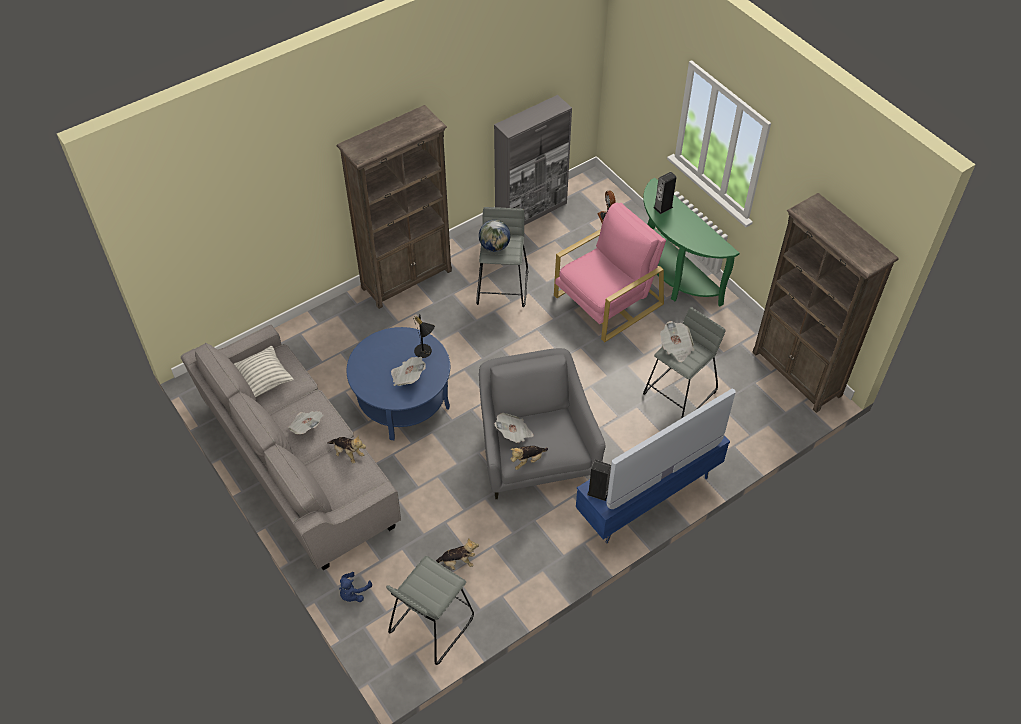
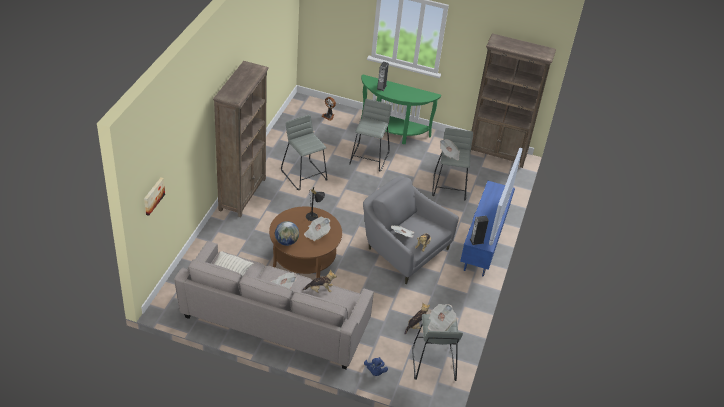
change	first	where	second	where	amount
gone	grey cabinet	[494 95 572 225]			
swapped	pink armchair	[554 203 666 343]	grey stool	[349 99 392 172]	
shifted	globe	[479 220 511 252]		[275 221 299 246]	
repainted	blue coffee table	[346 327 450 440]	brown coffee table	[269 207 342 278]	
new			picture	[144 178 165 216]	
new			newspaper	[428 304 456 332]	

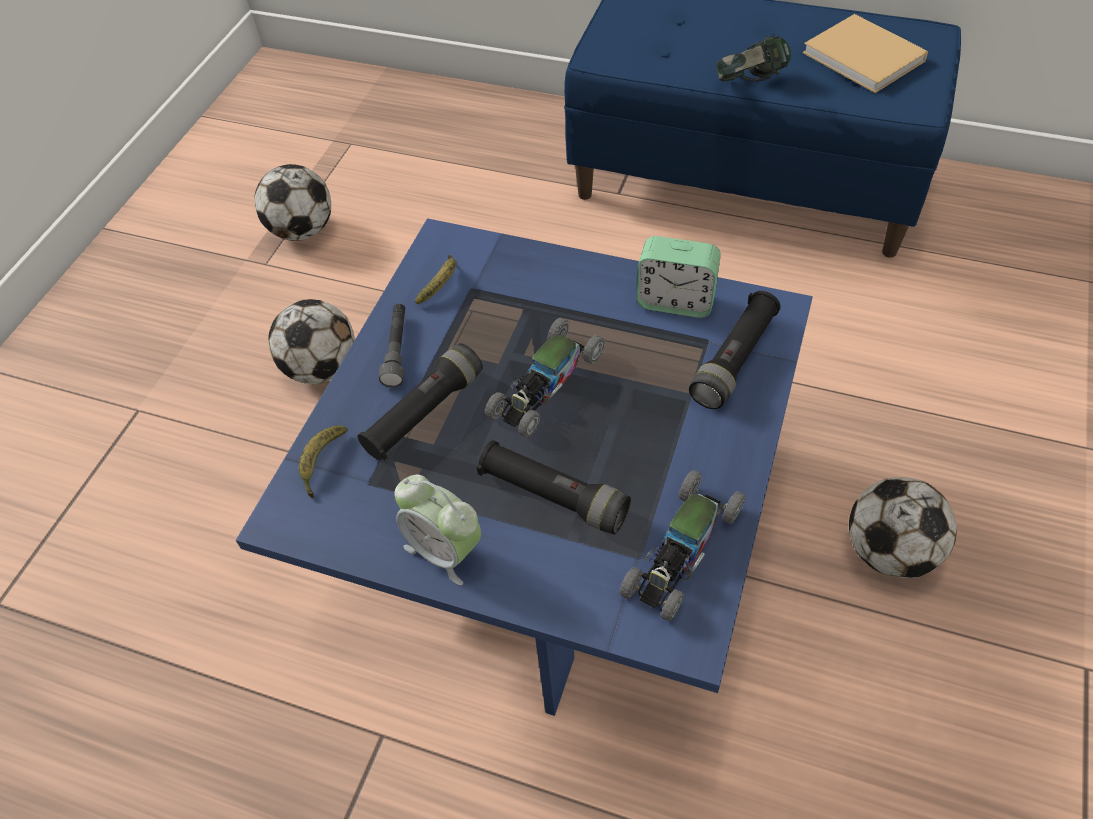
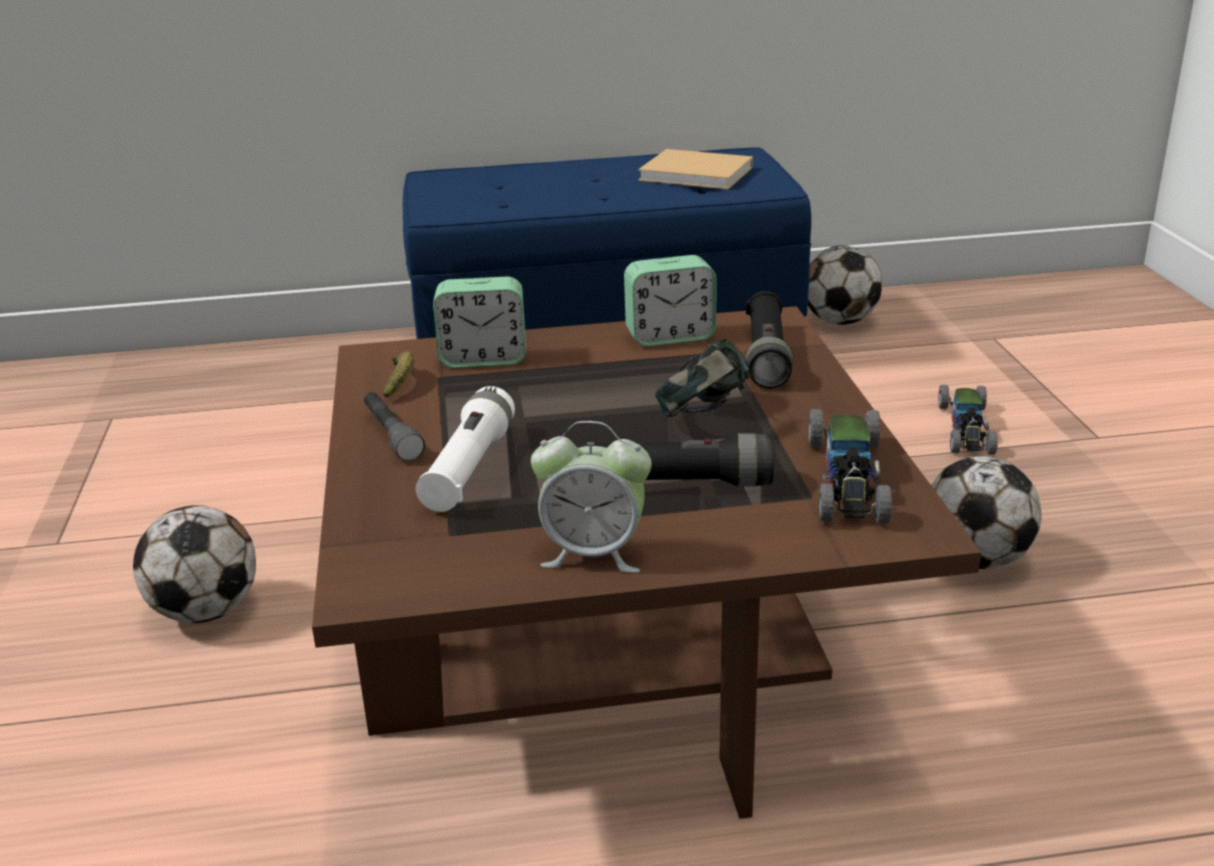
change	first	where	second	where	amount
shifted	headphones	[716 36 791 81]		[655 338 752 418]	
shifted	football	[255 164 331 241]		[808 245 882 325]	
repainted	blue coffee table	[236 218 813 716]	brown coffee table	[312 306 981 819]	
shifted	toy car	[485 318 605 438]		[938 385 998 455]	
repainted	black flashlight	[358 343 483 461]	white flashlight	[416 386 515 512]	
gone	banana	[299 425 348 498]			
new			alarm clock	[433 277 526 368]	

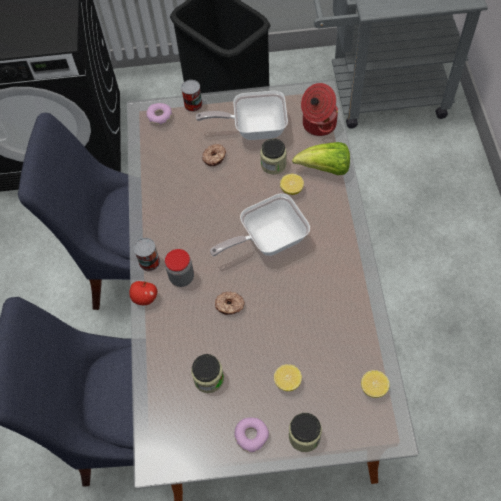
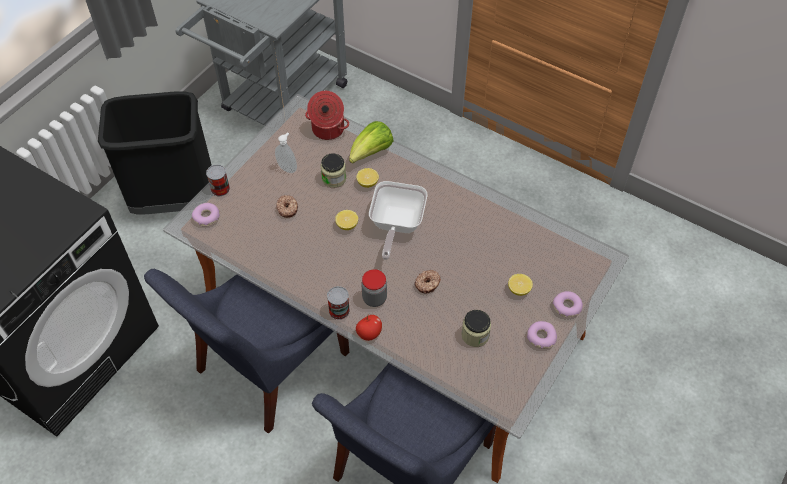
change	first	where	second	where	amount
swapped	frying pan	[196 91 288 140]	soap dispenser	[275 132 297 173]	
shifted	lemon	[361 370 389 398]		[335 210 358 230]	
swapped	jar	[289 413 322 452]	donut	[553 291 583 318]	

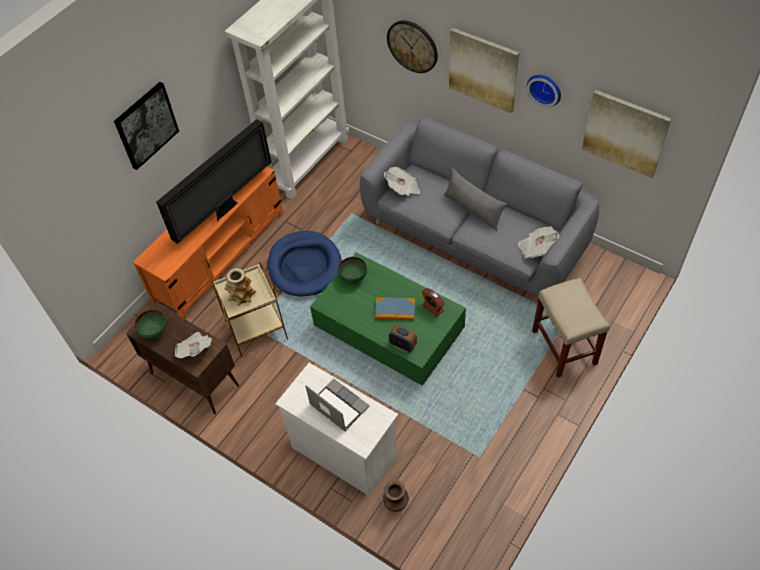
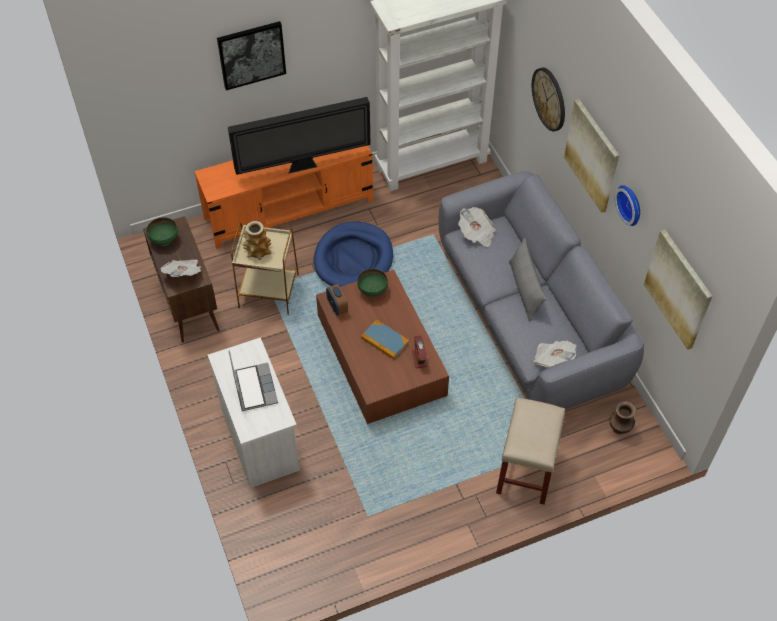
change	first	where	second	where	amount
repainted	green coffee table	[310 252 466 386]	brown coffee table	[316 270 449 424]	
shifted	alarm clock	[389 325 417 353]		[326 284 348 316]	
shifted	brown vase	[383 480 409 512]		[609 401 636 434]	

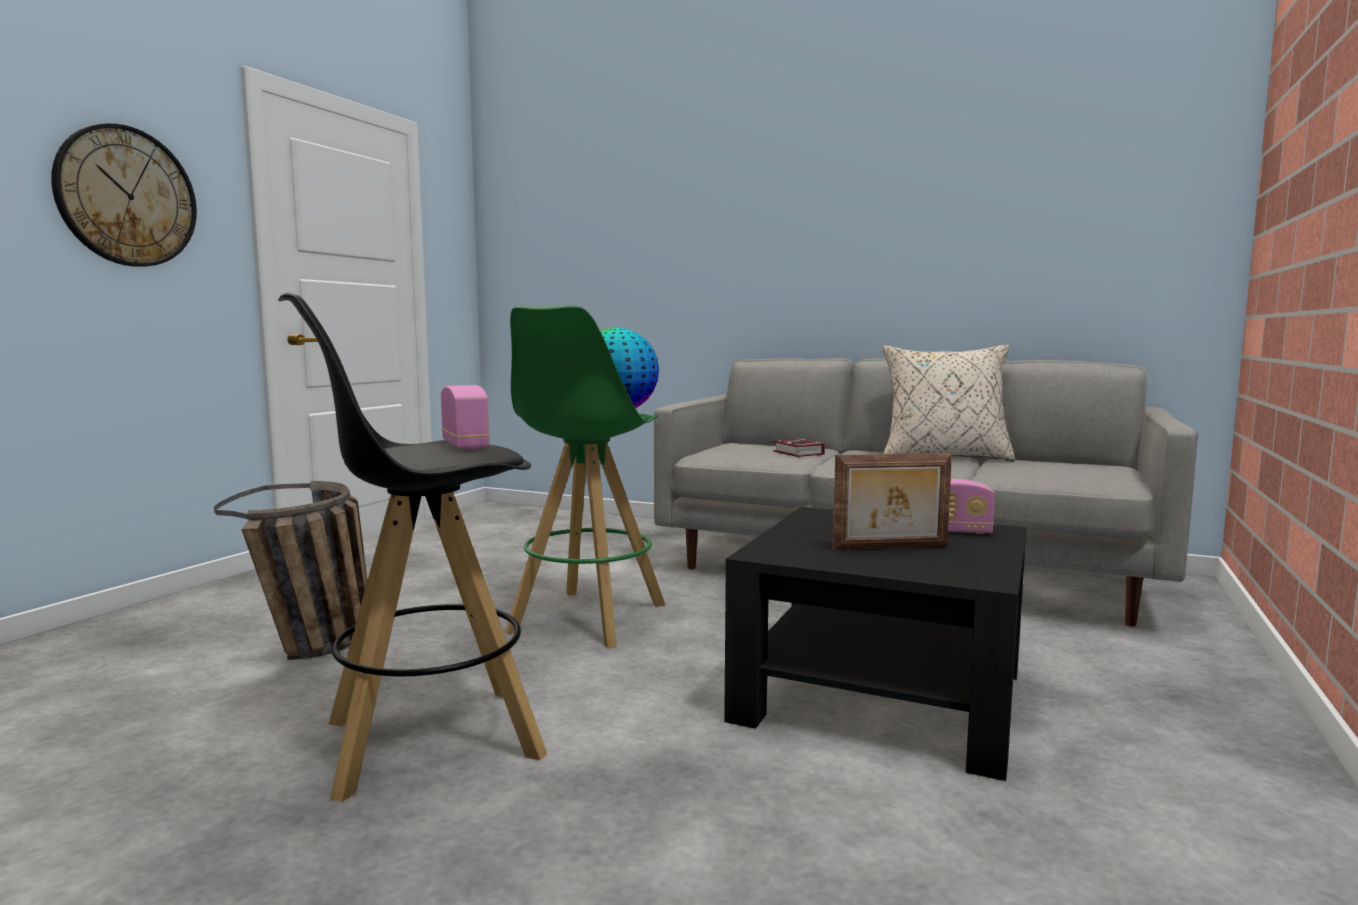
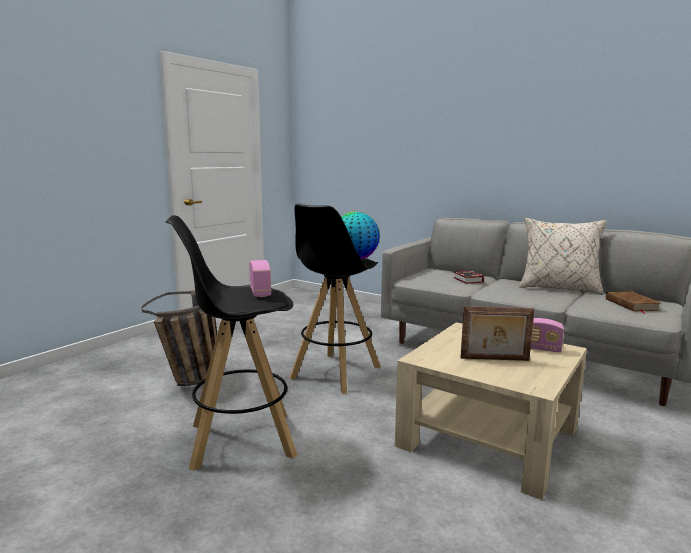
change	first	where	second	where	amount
gone	wall clock	[51 123 197 267]			
repainted	green stool	[505 305 666 649]	black stool	[290 204 380 394]	
repainted	black coffee table	[724 507 1027 781]	beige coffee table	[395 322 587 500]	
new			brown book	[606 291 661 314]	

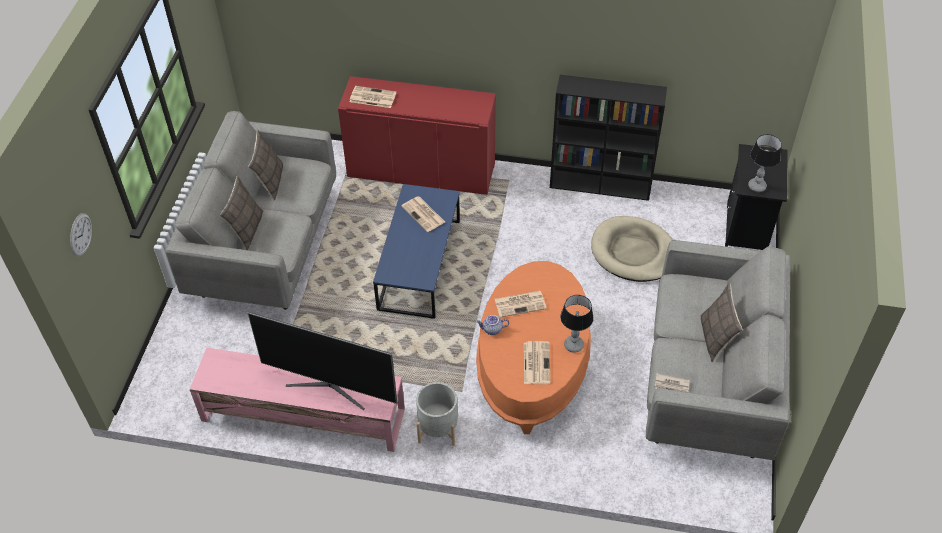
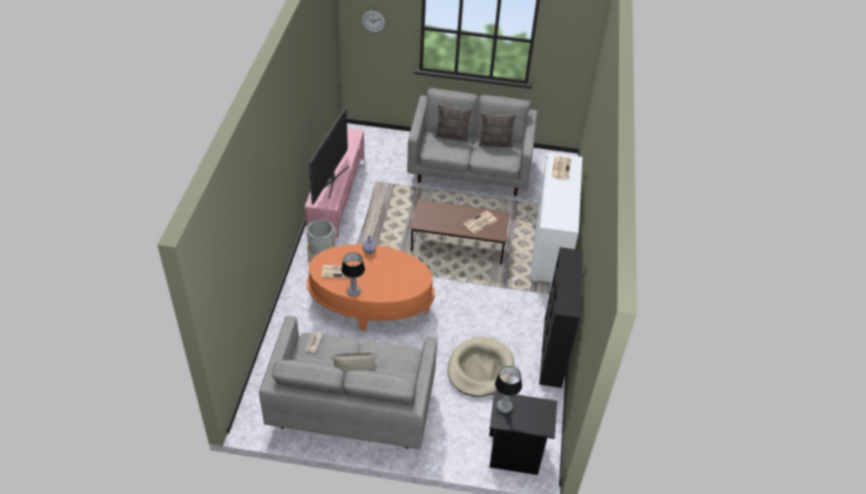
change	first	where	second	where	amount
repainted	red cabinet	[338 76 496 195]	white cabinet	[530 152 582 282]	
repainted	blue coffee table	[373 184 460 319]	brown coffee table	[411 199 510 264]	
gone	newspaper	[495 291 547 318]			

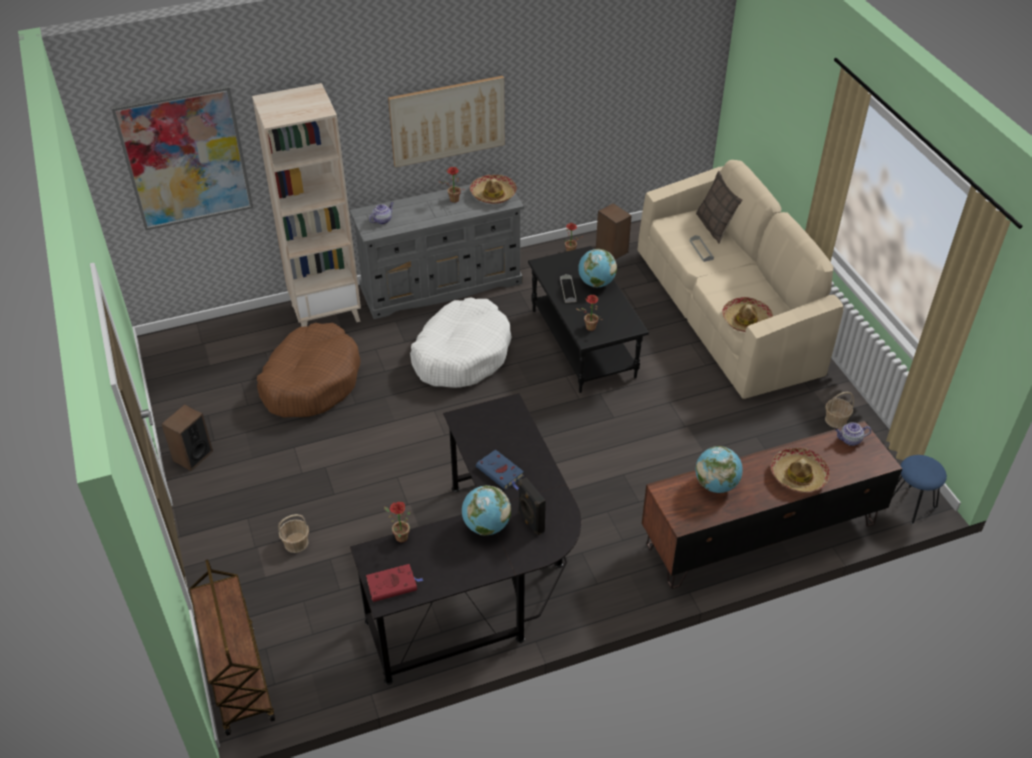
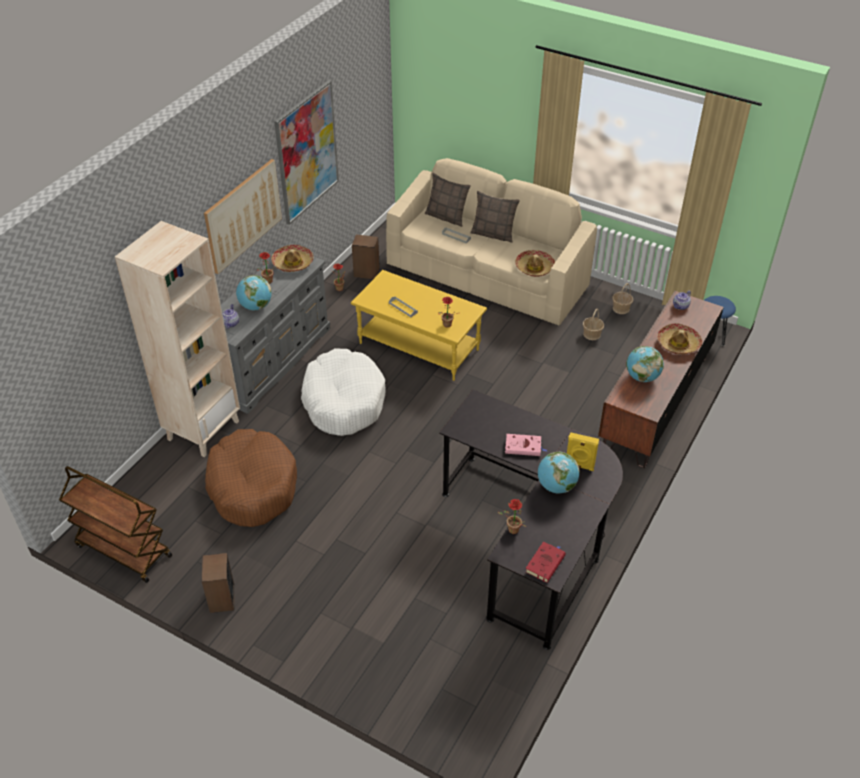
change	first	where	second	where	amount
shifted	picture	[111 86 253 230]		[274 80 339 225]	
repainted	black coffee table	[528 246 649 393]	yellow coffee table	[351 270 487 381]	
shifted	globe	[578 249 617 287]		[236 275 272 310]	
repainted	blue book	[476 449 524 490]	pink book	[505 434 548 456]	
repainted	black speaker	[518 477 546 535]	yellow speaker	[567 432 599 471]	
shifted	basket	[278 514 309 553]		[583 309 604 340]	
shifted	brown cart	[189 559 275 736]		[59 466 172 583]	
new			pillow	[470 191 520 243]	

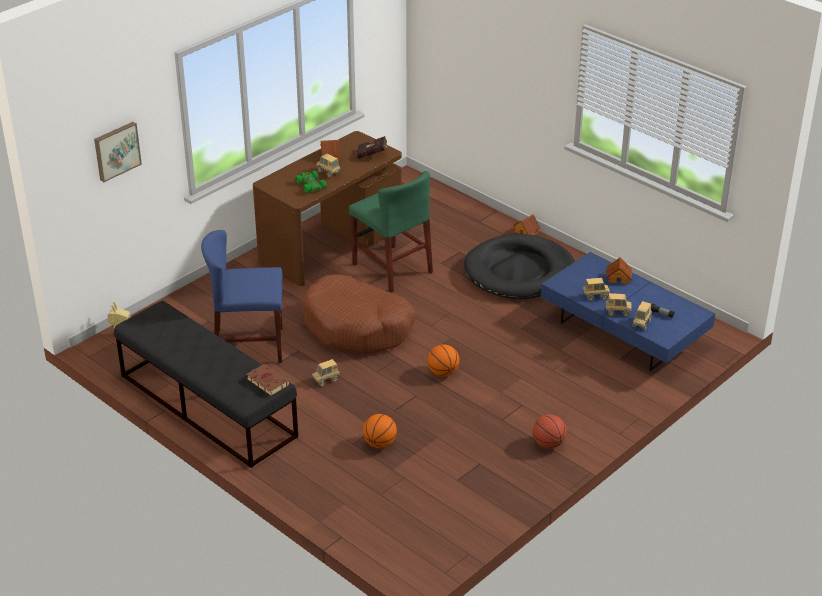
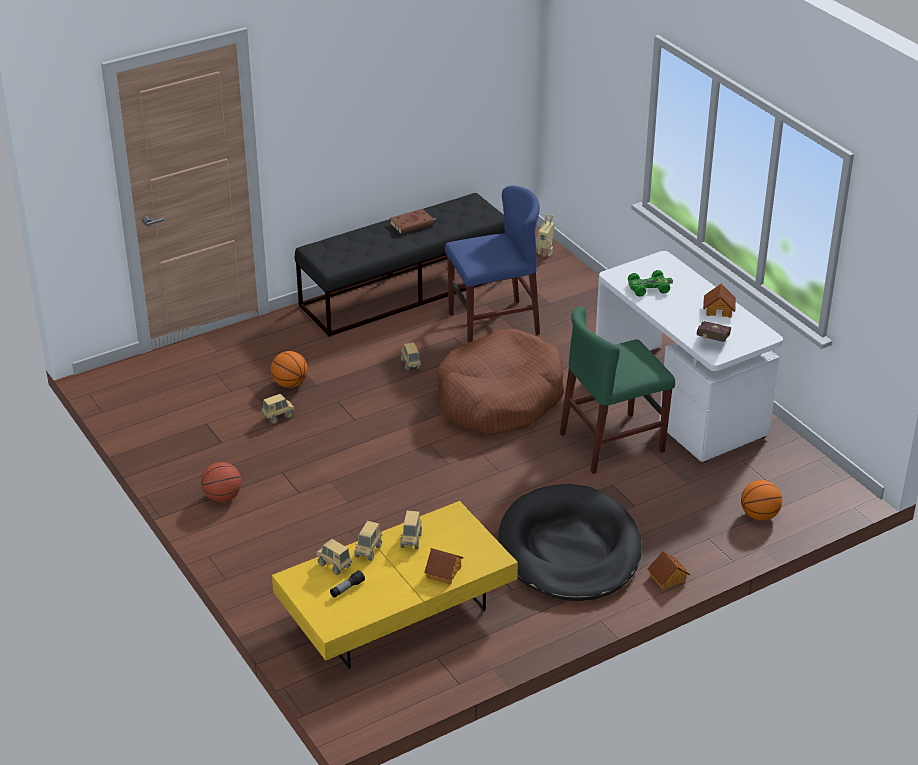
change	first	where	second	where	amount
gone	picture	[94 122 142 182]			
repainted	brown desk	[253 131 402 286]	white desk	[596 251 783 463]	
shifted	toy truck	[316 154 340 178]		[261 393 294 424]	
rotated	blue chair	[201 230 282 363]		[445 185 540 342]	60 degrees clockwise
repainted	blue coffee table	[541 252 715 371]	yellow coffee table	[272 501 518 669]	
shifted	basketball	[427 344 460 377]		[741 480 782 521]	
shifted	brown book	[246 364 290 396]		[390 209 436 234]	

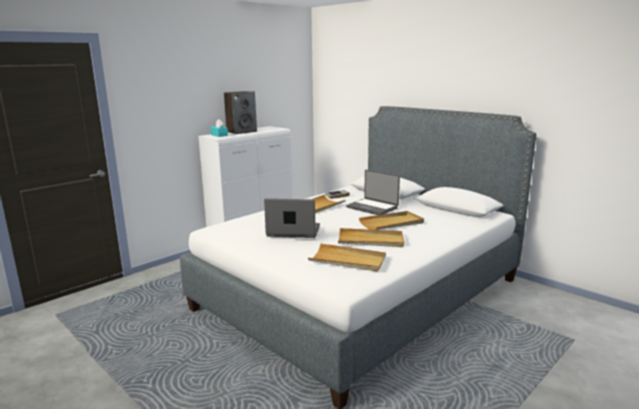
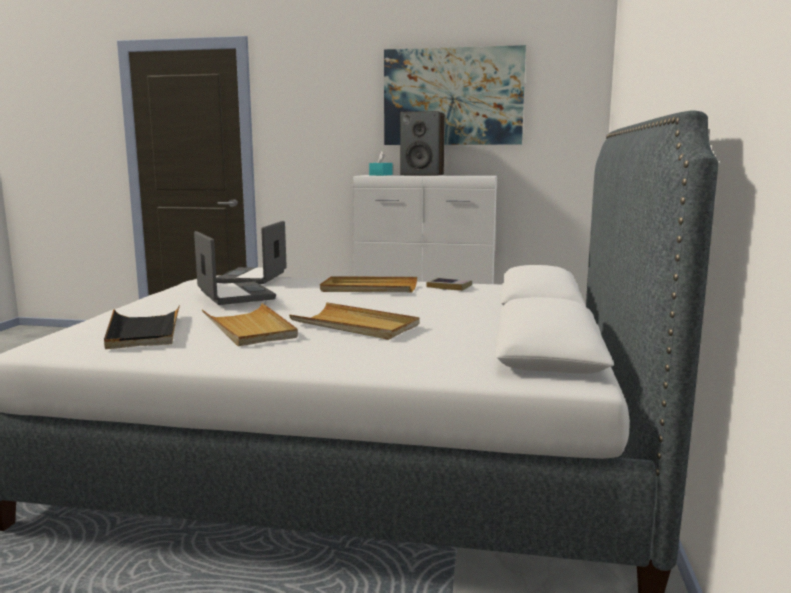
change	first	where	second	where	amount
shifted	laptop	[346 170 400 215]		[216 221 287 284]	
repainted	beige tray	[308 243 386 272]	black tray	[104 305 180 349]	
new			picture	[384 45 526 145]	

